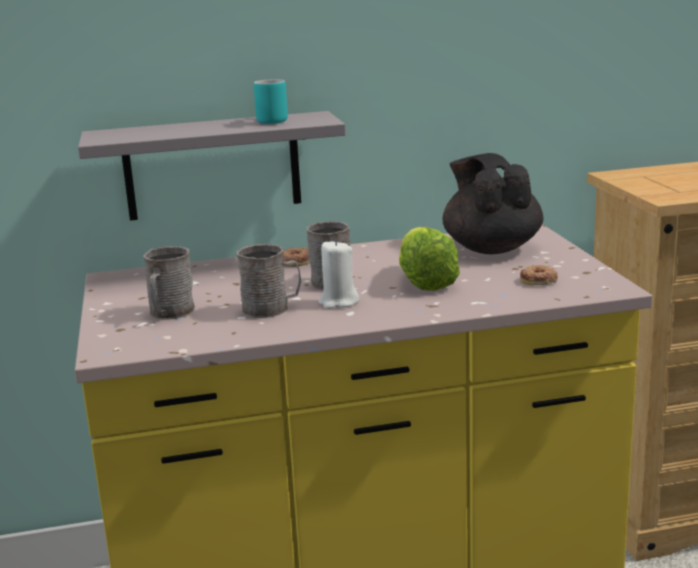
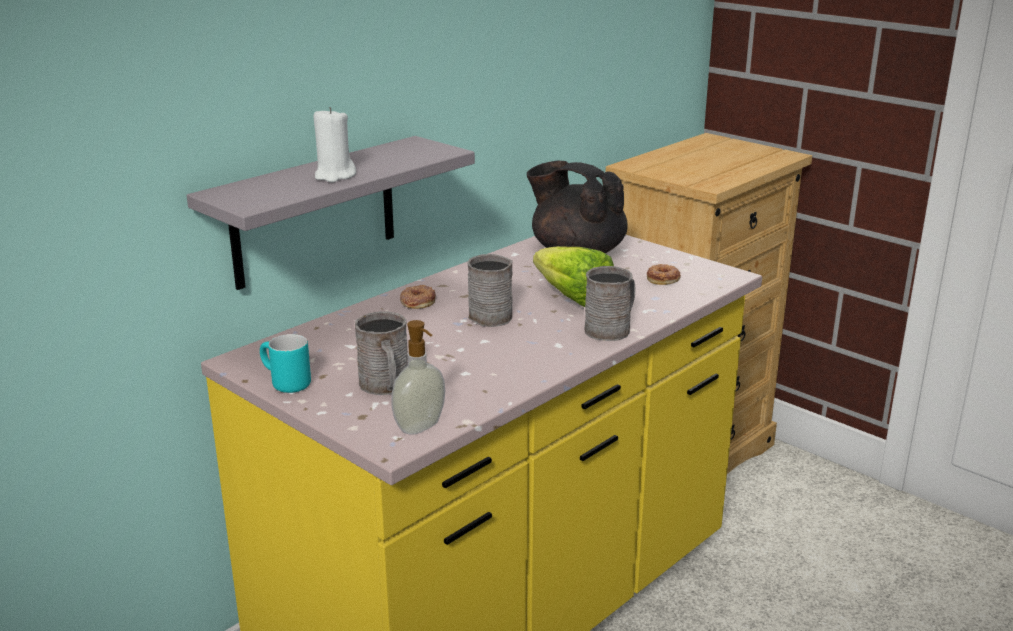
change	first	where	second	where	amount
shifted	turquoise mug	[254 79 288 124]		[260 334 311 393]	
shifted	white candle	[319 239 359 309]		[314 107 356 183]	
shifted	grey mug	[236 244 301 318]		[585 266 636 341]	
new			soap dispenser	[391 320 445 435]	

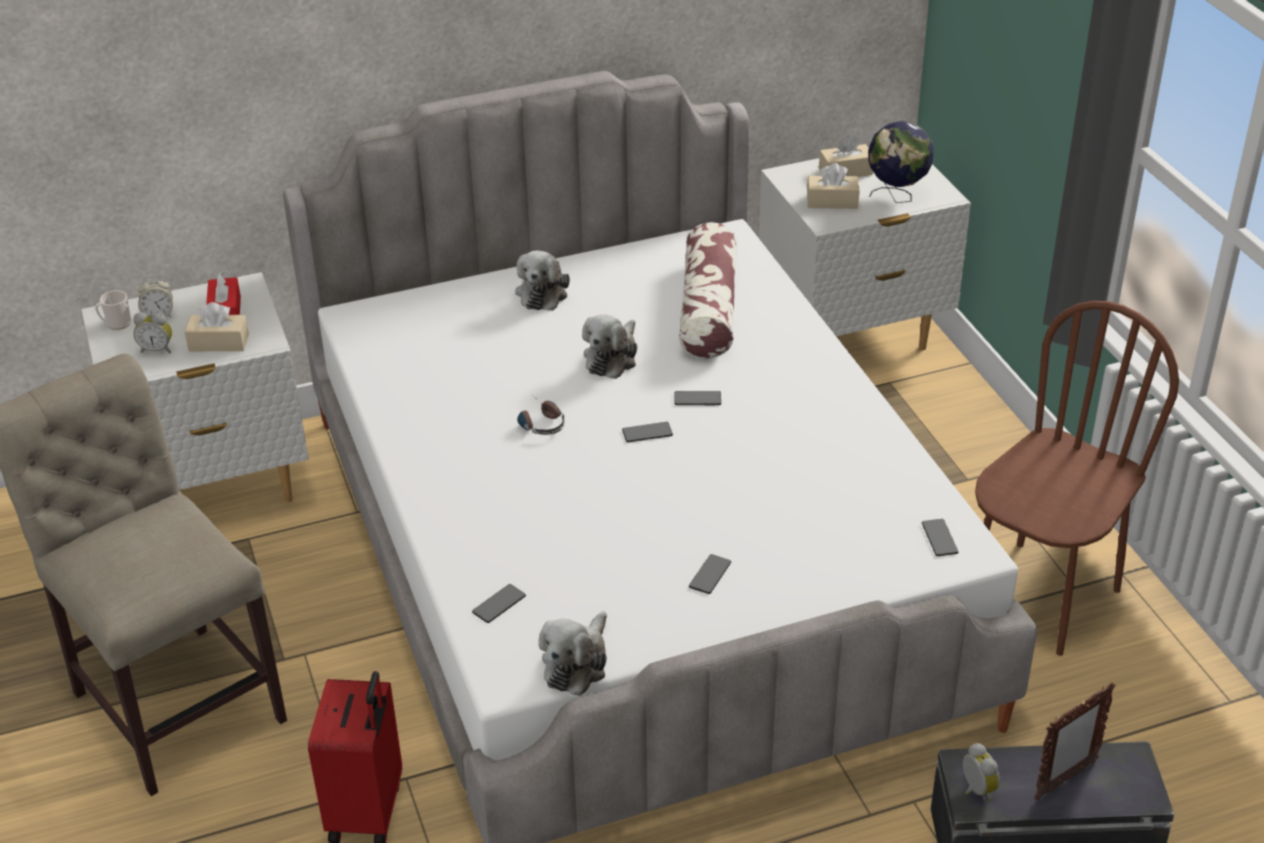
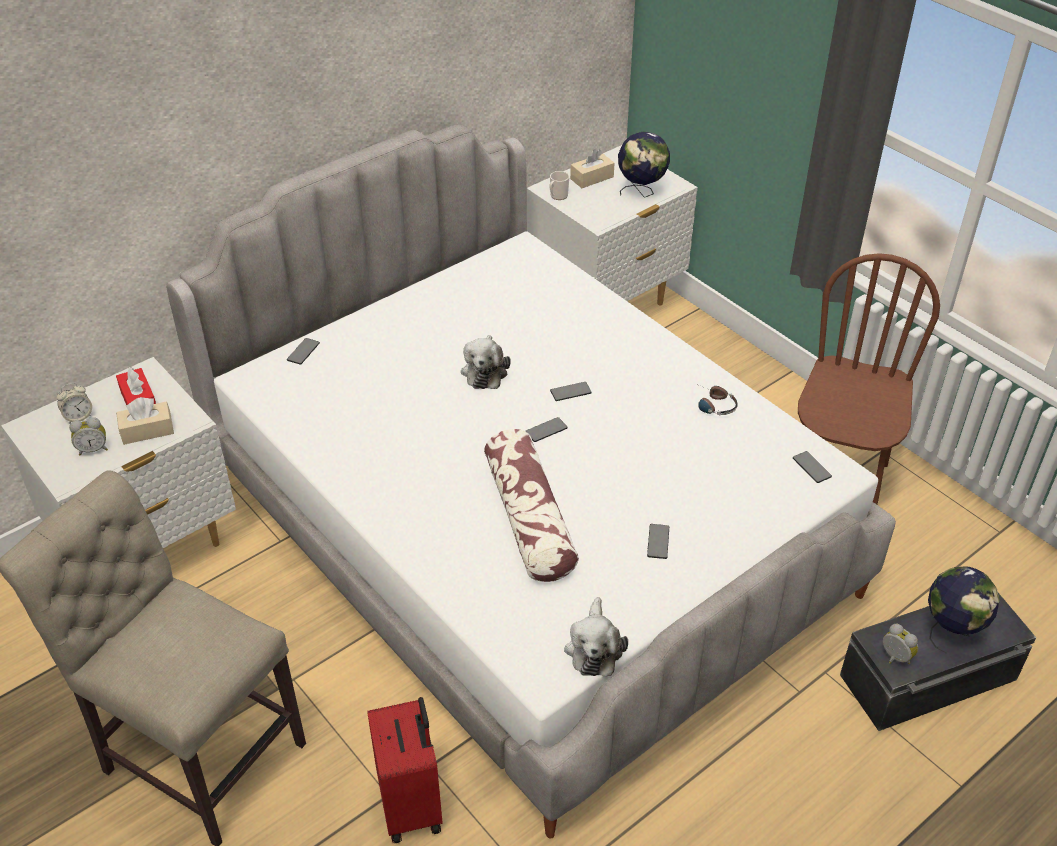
change	first	where	second	where	amount
gone	beige tissue box	[807 163 859 209]			
shifted	pillow	[679 222 737 358]		[484 429 579 582]	
gone	plush toy	[515 250 570 310]			
shifted	mug	[95 290 131 330]		[550 171 570 200]	
shifted	headphones	[517 396 565 435]		[696 384 738 415]	
shifted	phone	[472 584 526 623]		[287 338 320 365]	
swapped	picture frame	[1034 682 1115 800]	globe	[928 566 1000 654]	

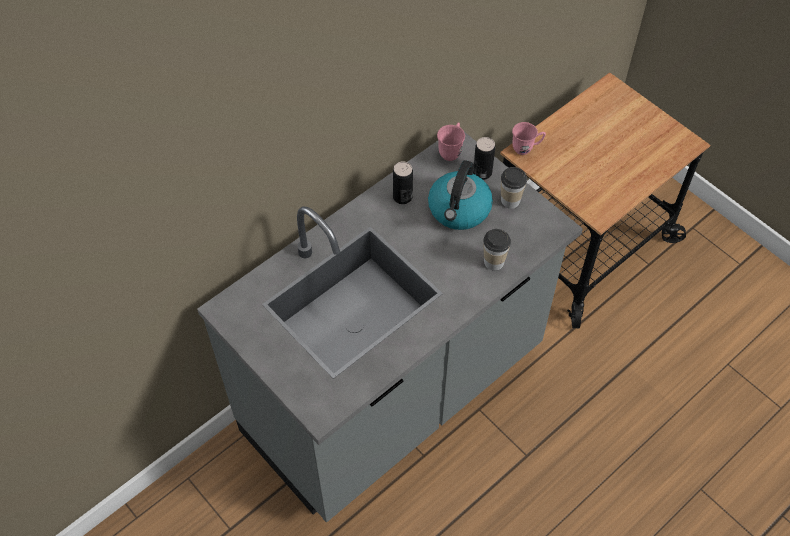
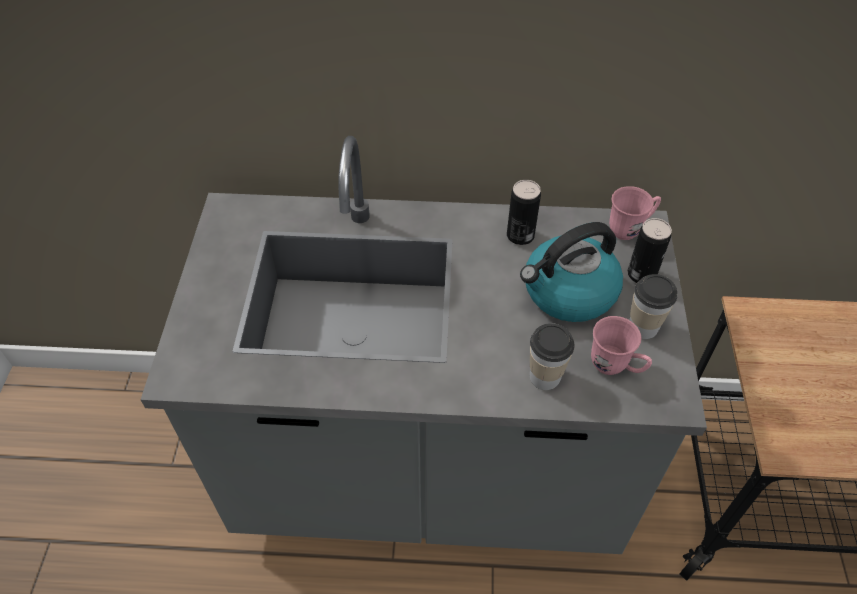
change	first	where	second	where	amount
shifted	pink mug	[512 122 546 155]		[591 316 652 375]	

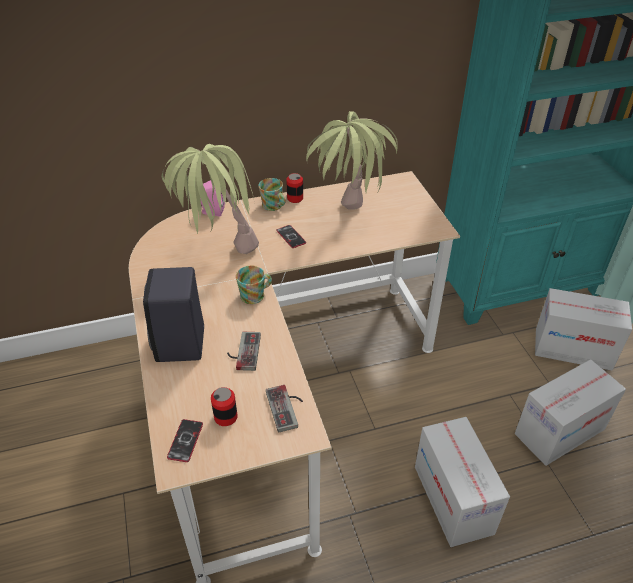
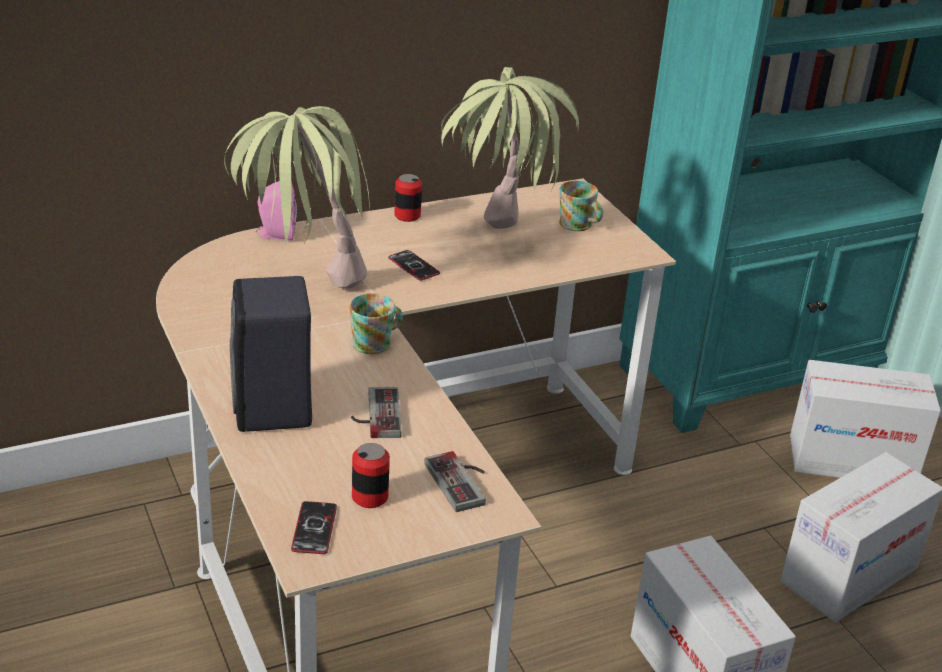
change	first	where	second	where	amount
shifted	mug	[258 178 285 211]		[559 181 603 231]	

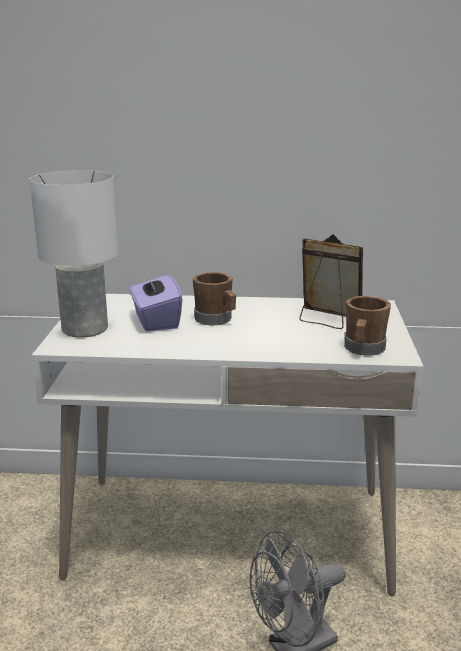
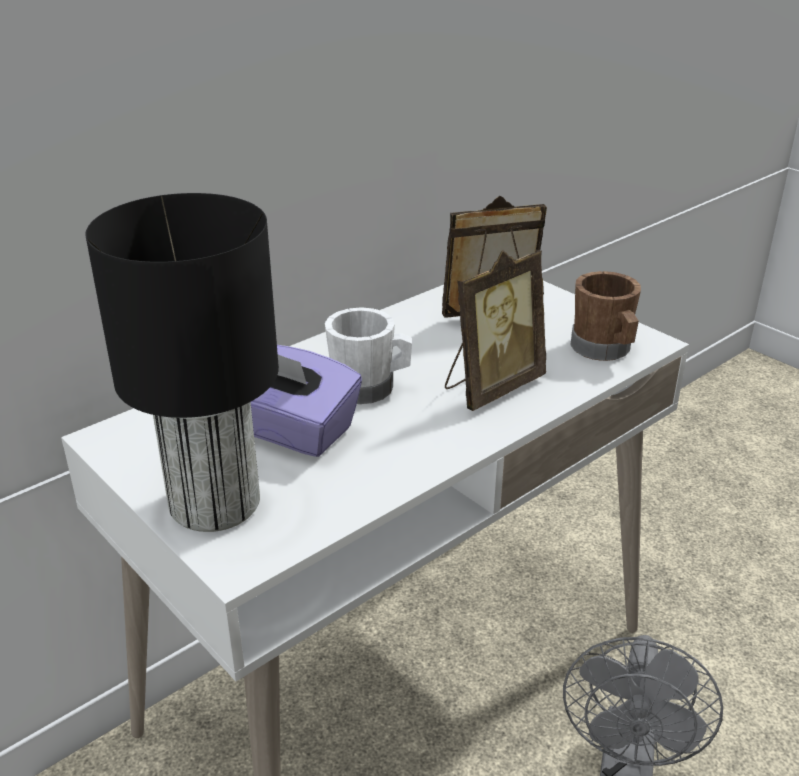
change	first	where	second	where	amount
repainted	white table lamp	[30 170 118 338]	black table lamp	[85 193 279 532]	
repainted	brown mug	[193 272 236 326]	white mug	[325 307 412 405]	
new			picture frame	[445 250 546 411]	

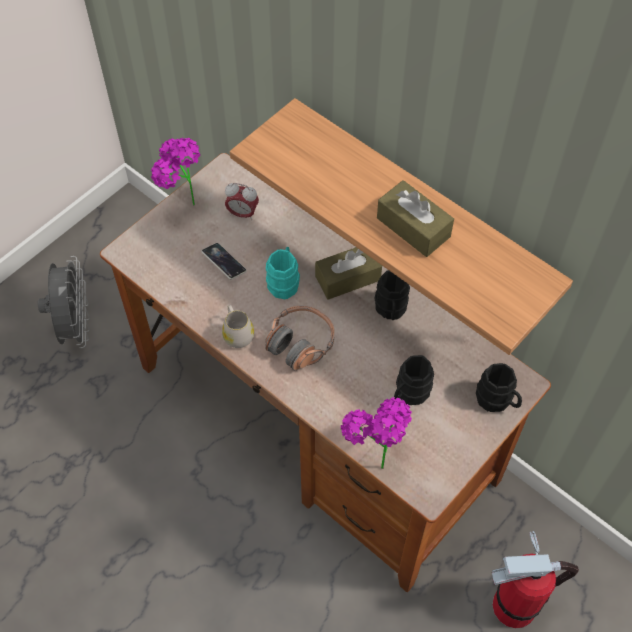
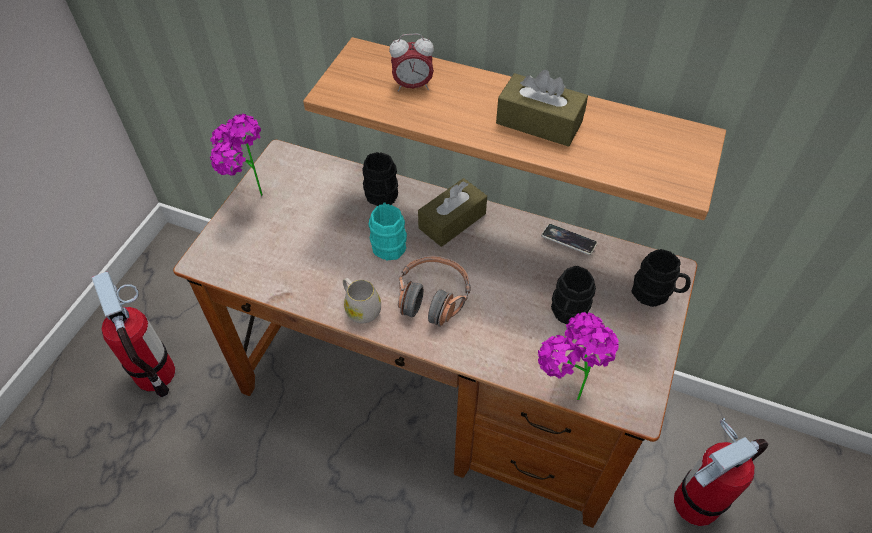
change	first	where	second	where	amount
shifted	alarm clock	[225 183 259 221]		[389 34 434 92]	
shifted	phone	[201 243 247 280]		[541 224 597 255]	
swapped	grey fan	[38 256 90 348]	fire extinguisher	[91 272 175 397]	
shifted	black mug	[375 270 410 320]		[362 152 398 206]	

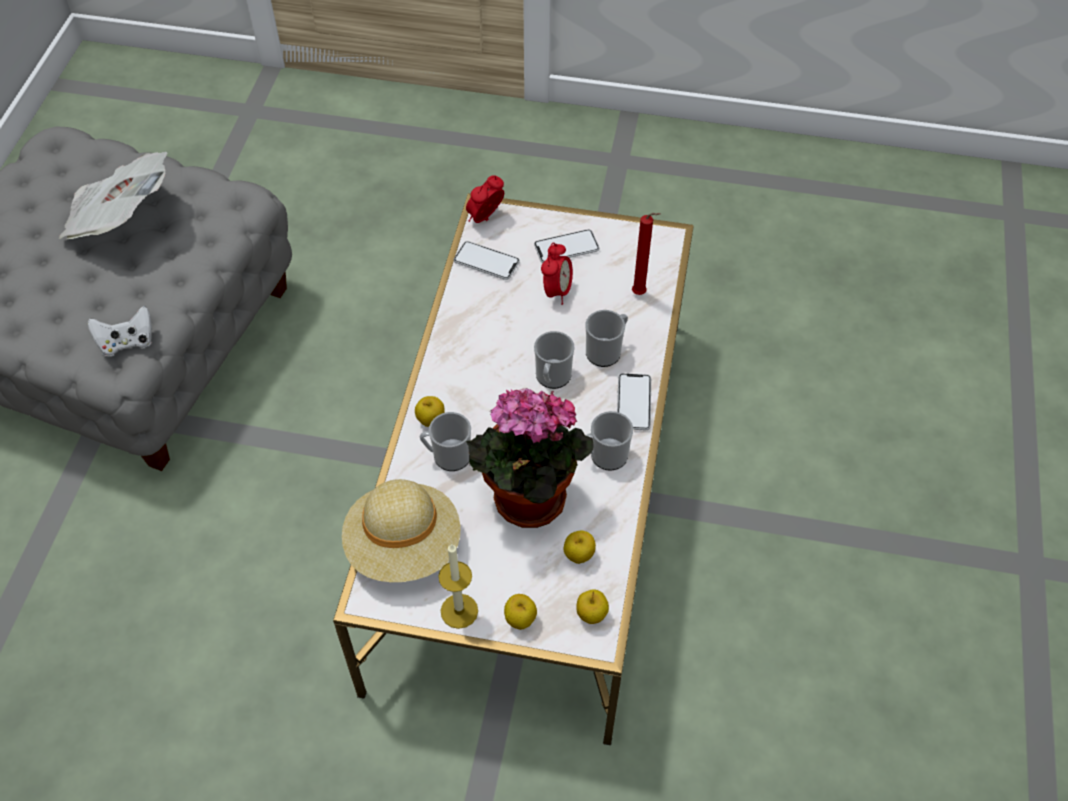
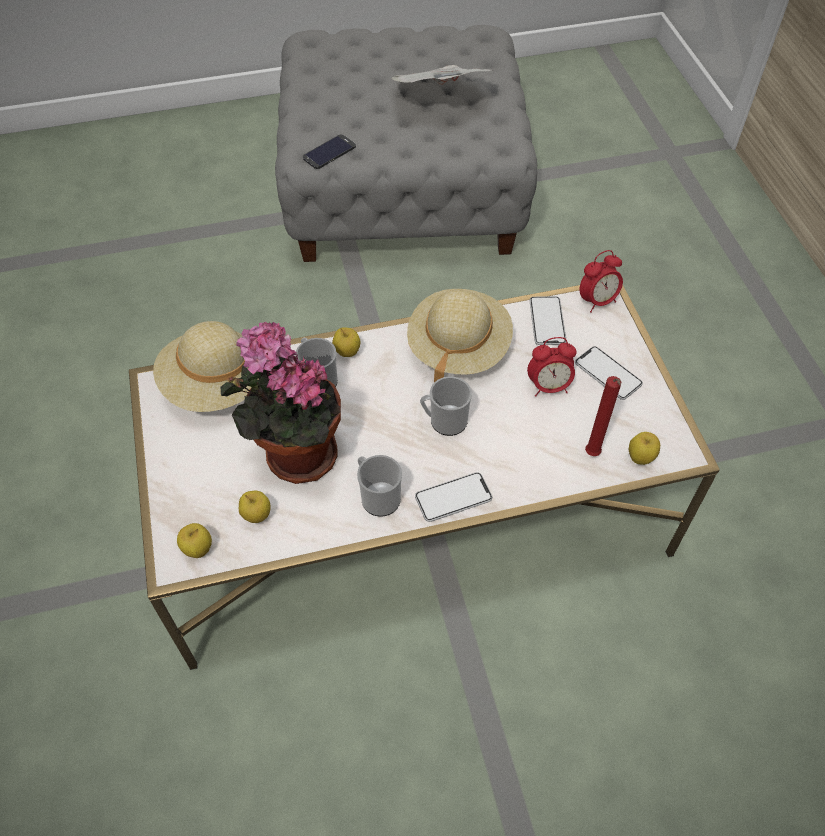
change	first	where	second	where	amount
rotated	alarm clock	[466 175 504 223]		[580 250 623 313]	135 degrees clockwise
swapped	white game controller	[88 306 152 356]	phone	[303 134 356 169]	
gone	mug	[585 310 628 367]			
gone	candle	[438 543 478 629]			
shifted	apple	[504 594 537 630]		[629 432 660 465]	
new			beige hat	[407 289 513 382]	

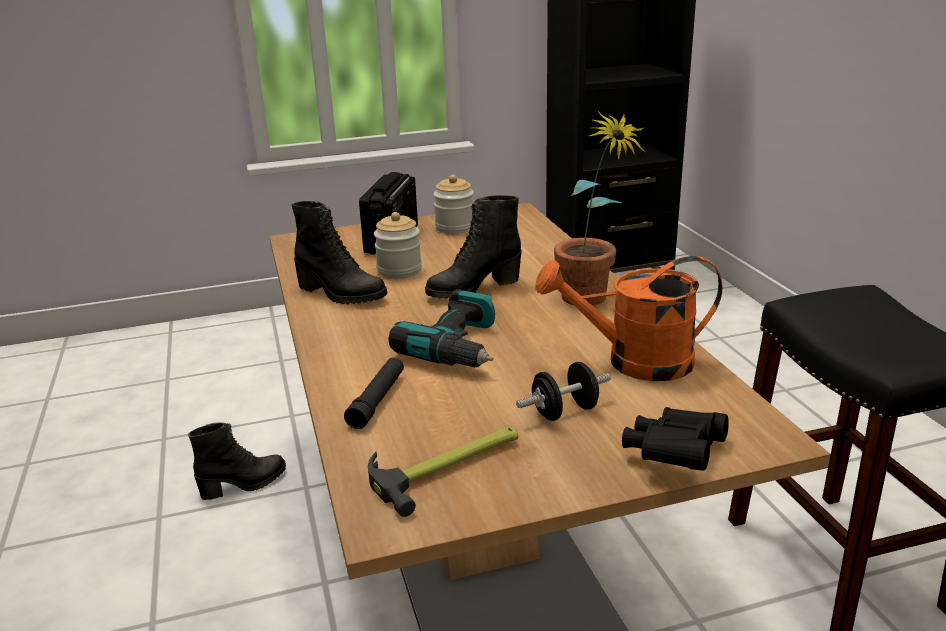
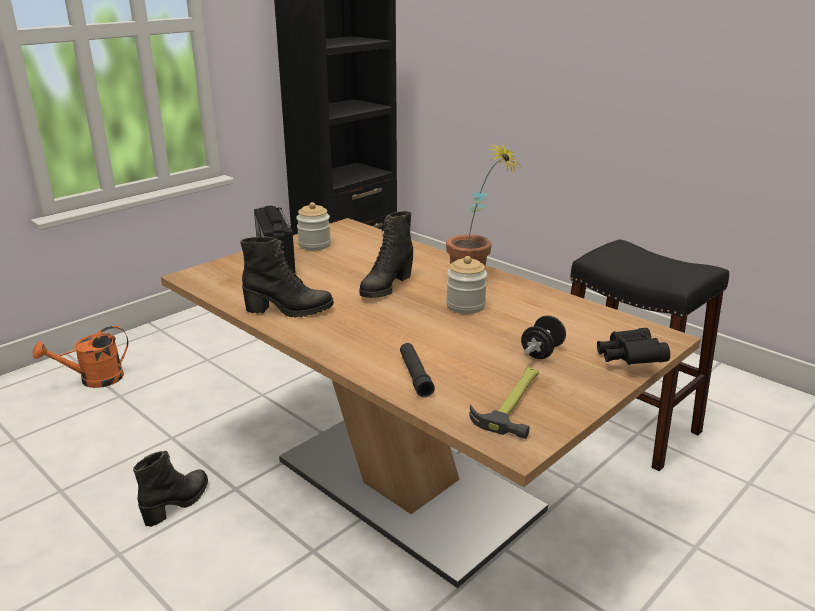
change	first	where	second	where	amount
shifted	jar	[374 212 422 278]		[446 256 487 314]	
shifted	orange watering can	[535 256 723 381]		[33 326 128 388]	
gone	power drill	[389 289 495 368]			

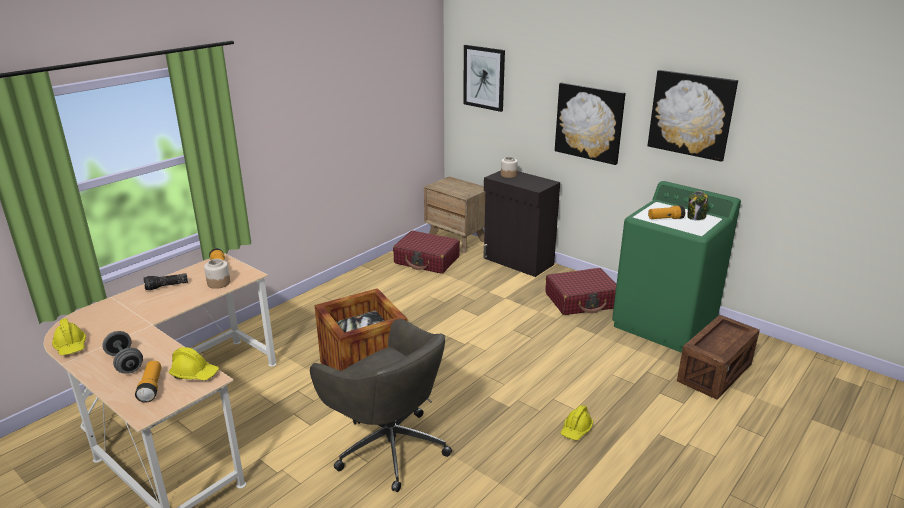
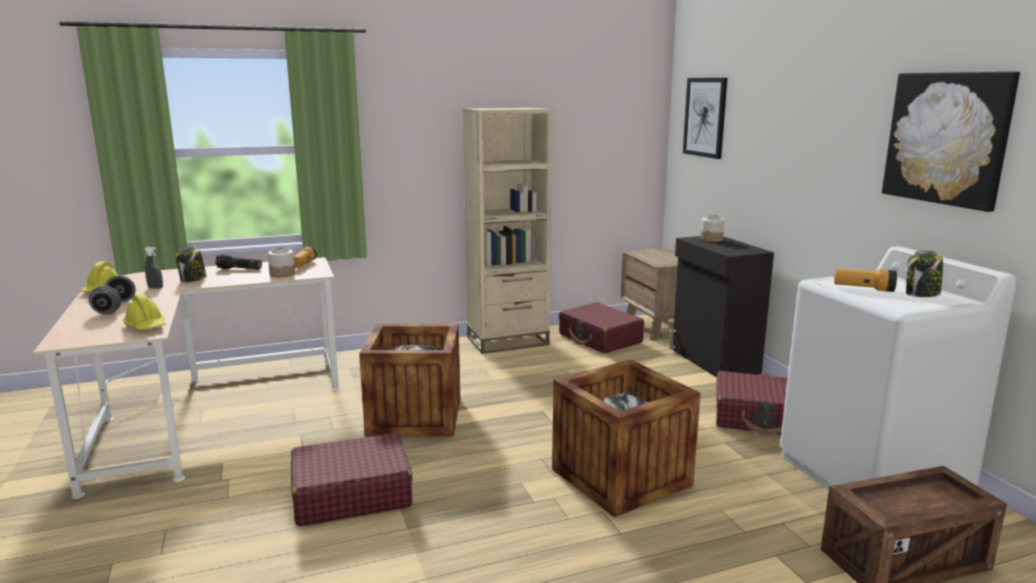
change	first	where	second	where	amount
gone	picture	[555 83 626 165]			
repainted	green washing machine	[612 181 741 353]	white washing machine	[780 246 1017 490]	
swapped	grey office chair	[310 319 452 492]	red suitcase	[291 433 412 526]	
gone	flashlight	[135 361 161 403]			
gone	yellow hard hat	[561 405 593 440]			
new			beige bookcase	[463 108 552 354]	
new			grey spray bottle	[145 247 163 289]	
new			jar	[175 247 207 282]	
new			crate	[552 360 700 517]	

